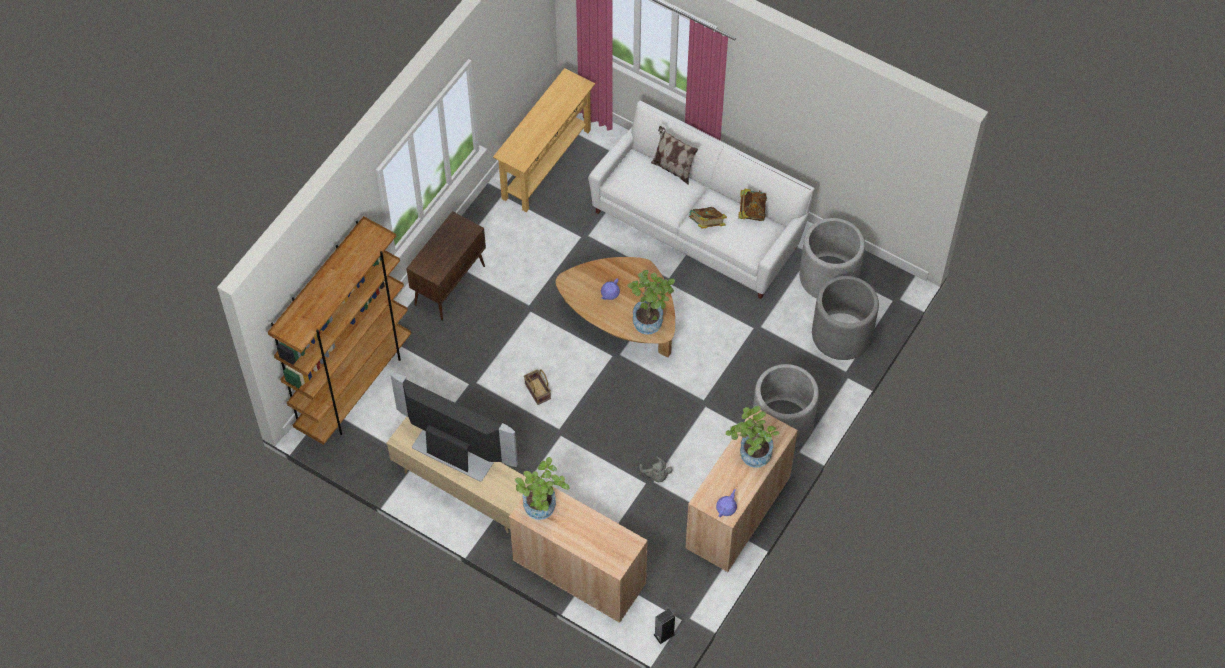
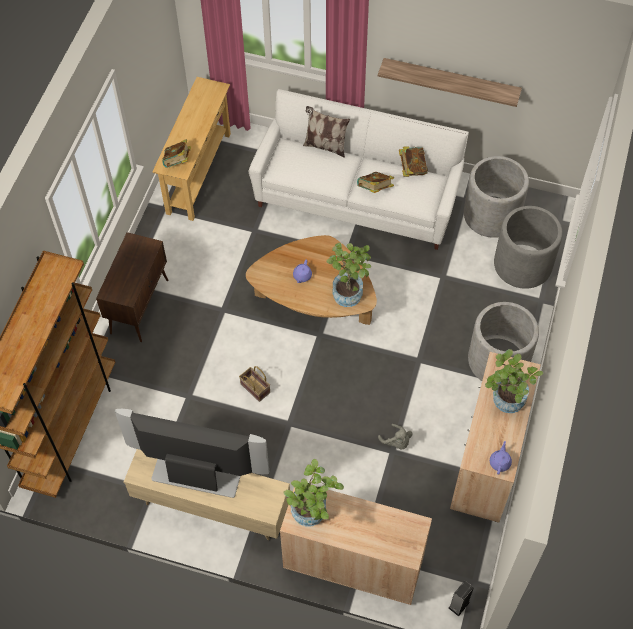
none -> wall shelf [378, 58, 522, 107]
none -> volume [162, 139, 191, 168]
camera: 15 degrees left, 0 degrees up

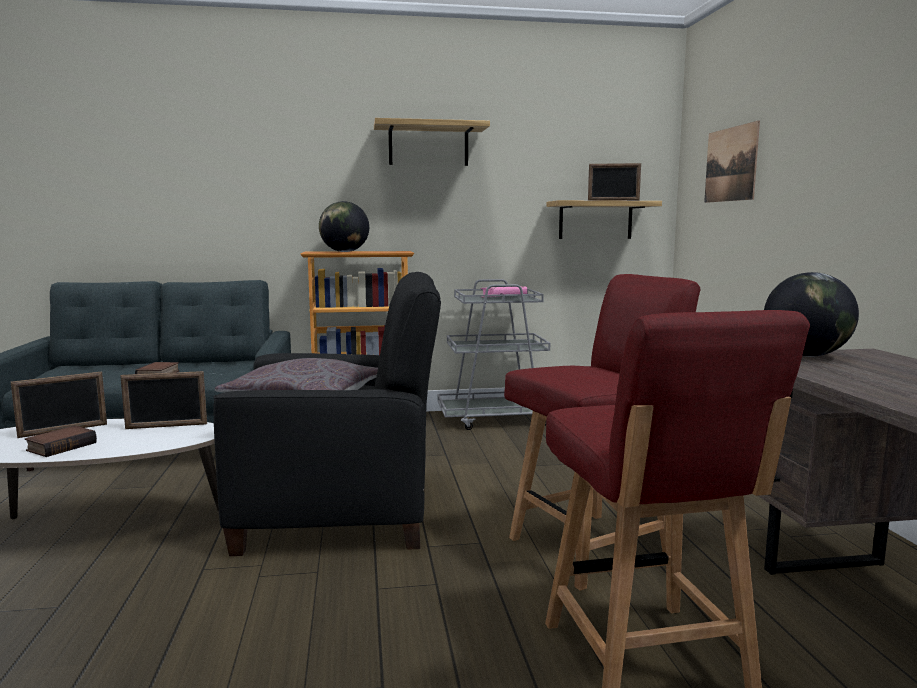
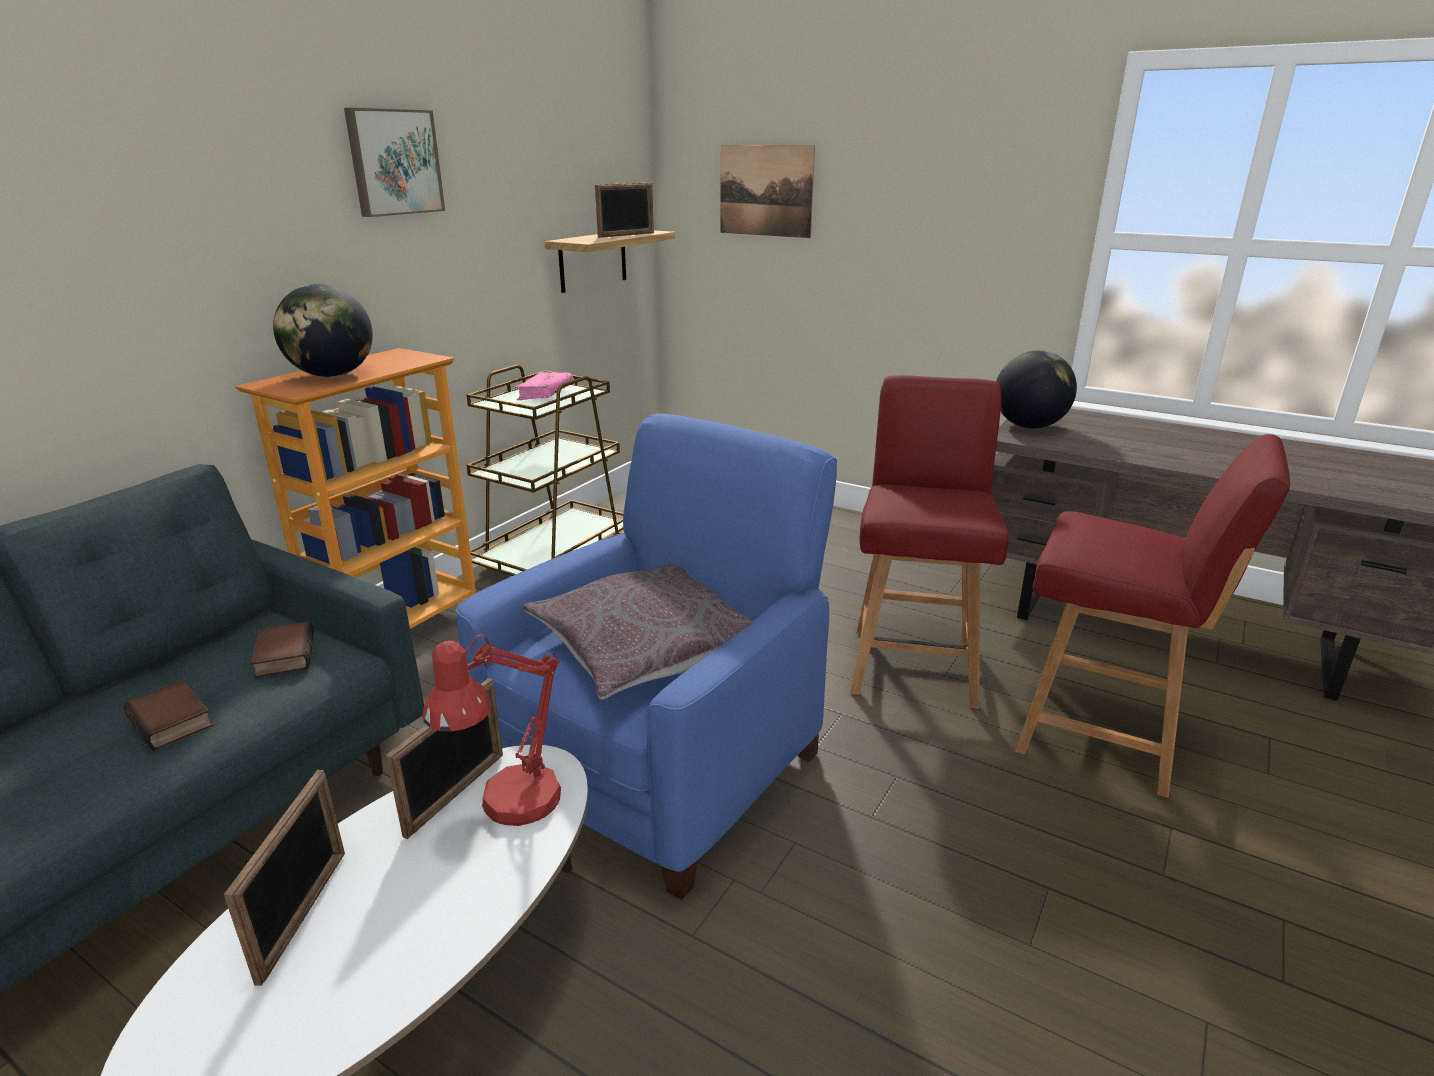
wall shelf [374, 118, 490, 166] -> picture [344, 108, 445, 217]
armchair/black-coloured [213, 272, 441, 556] -> armchair/blue-coloured [456, 414, 837, 900]
trolley/greyish [437, 279, 550, 430] -> trolley/brown [466, 365, 624, 576]
volume [25, 426, 97, 457] -> volume [251, 621, 314, 678], relocated
none -> table lamp/red-coloured [422, 634, 561, 826]
camera: 50 degrees left, 15 degrees up

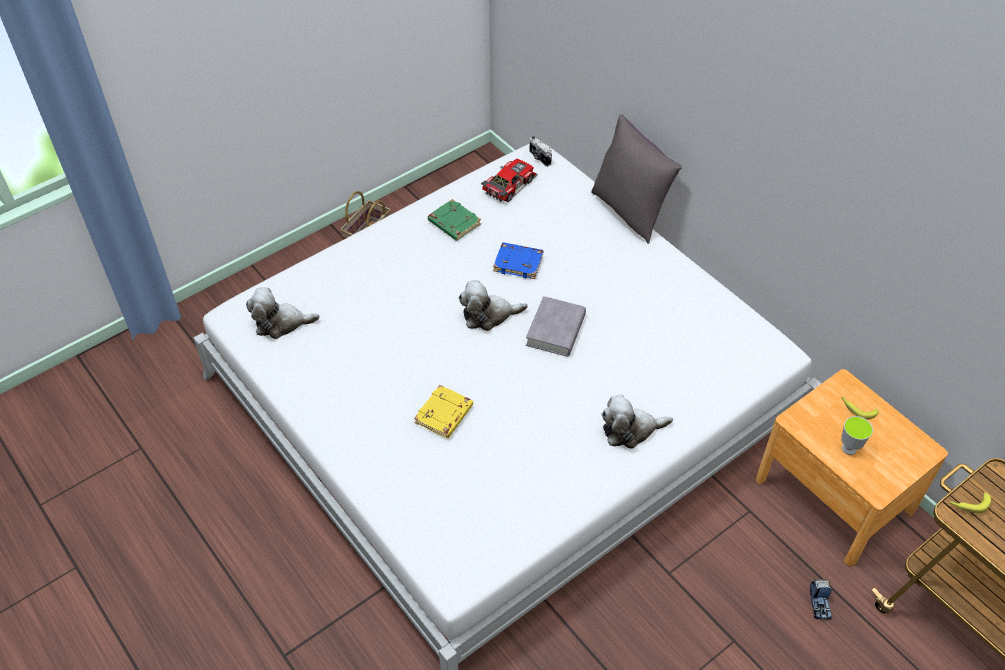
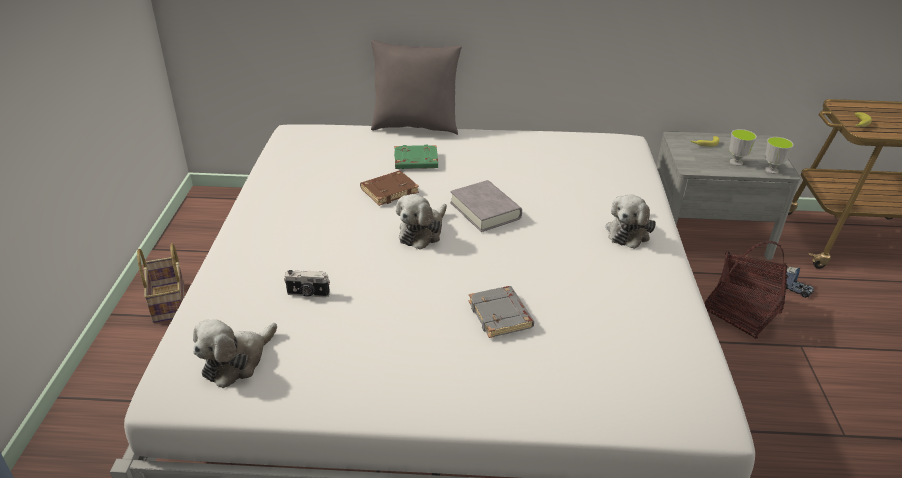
still camera [529, 136, 552, 167] -> still camera [284, 270, 330, 298], relocated
toy car [481, 159, 538, 202] -> none
volume/greenish [428, 199, 481, 241] -> volume/greenish [394, 145, 438, 169], relocated
volume/blue-coloured [493, 242, 543, 279] -> volume/brown [360, 171, 419, 206]
bedside table/brown [756, 369, 948, 566] -> bedside table/greyish [656, 131, 800, 260]
volume/yellow [414, 385, 473, 438] -> volume/greyish [468, 286, 534, 338]
none -> drinking cup [765, 137, 793, 174]
none -> storage basket [704, 241, 788, 339]
camera: 50 degrees left, 15 degrees down

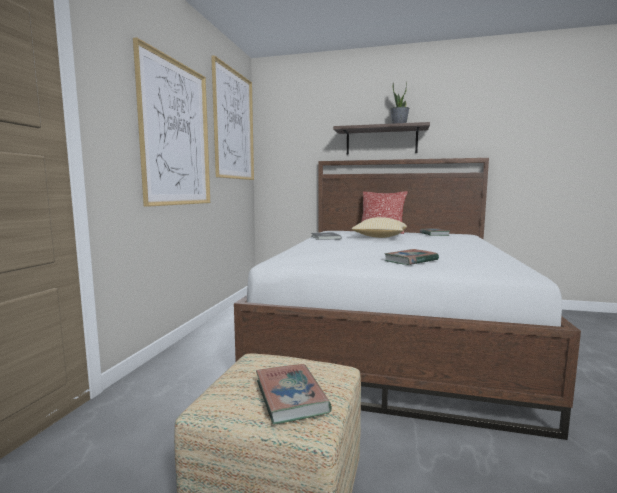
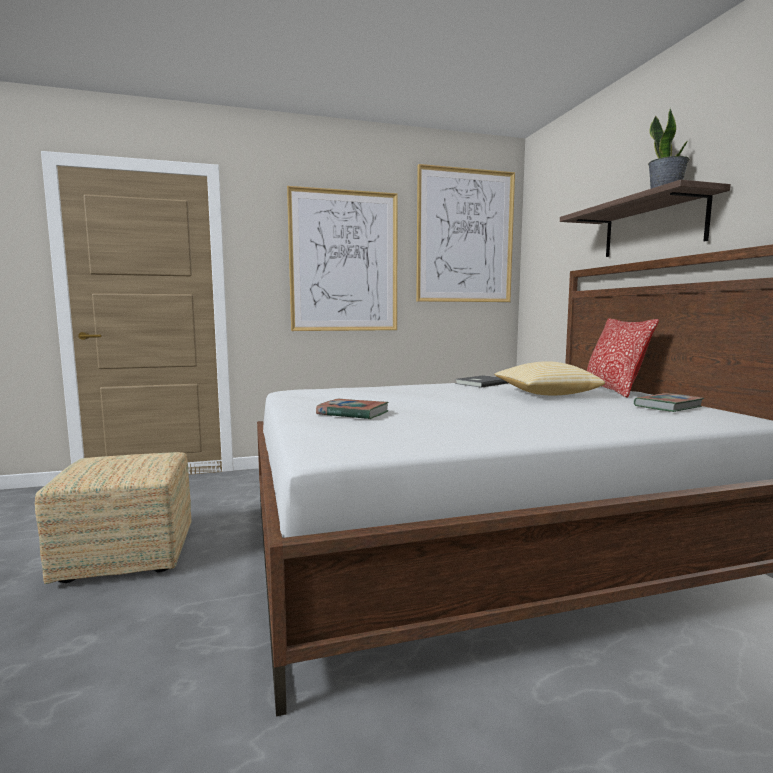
volume [256, 364, 332, 424] -> none
camera: 60 degrees right, 0 degrees up

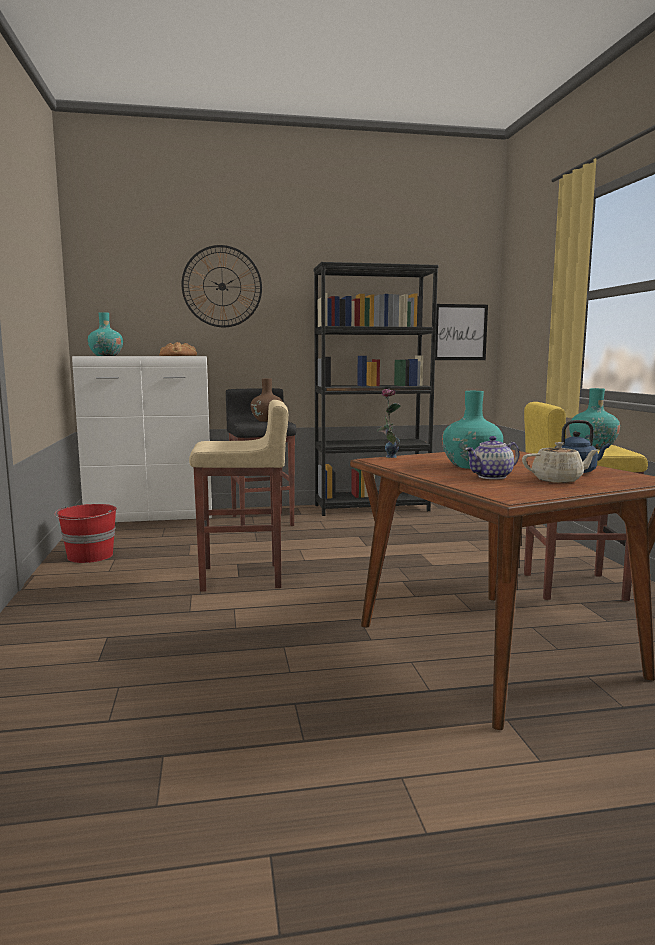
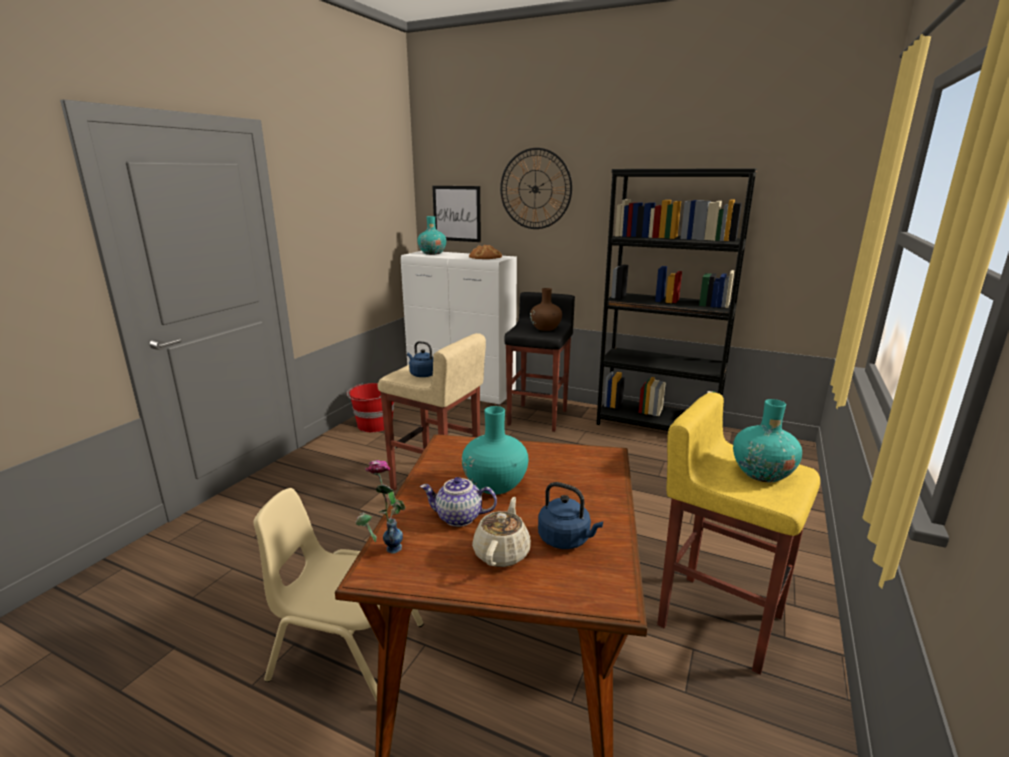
picture [435, 304, 488, 360] -> picture [432, 186, 481, 242], relocated
vase [377, 389, 401, 458] -> vase [355, 460, 405, 554], relocated
teapot/sand-coloured [522, 442, 599, 483] -> teapot/sand-coloured [472, 497, 531, 567], 105 degrees counterclockwise
none -> water kettle/blue-coloured [407, 341, 433, 377]
none -> upright chair/sand-coloured [253, 488, 424, 702]
camera: 35 degrees right, 10 degrees up

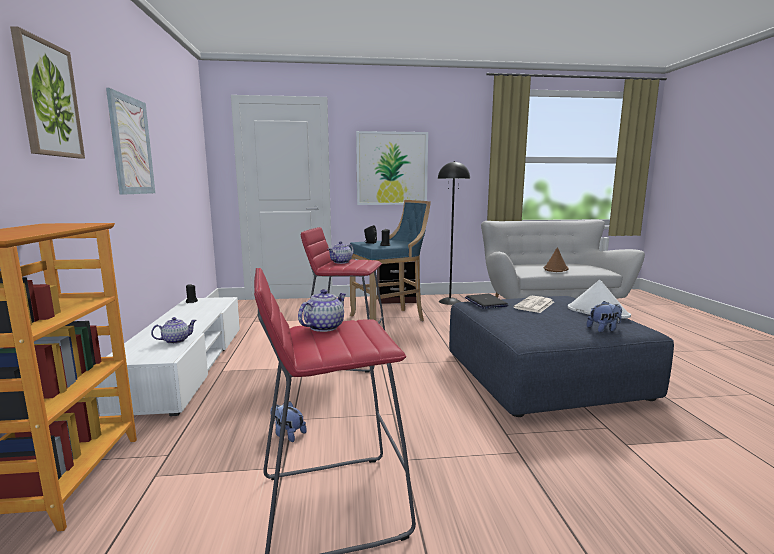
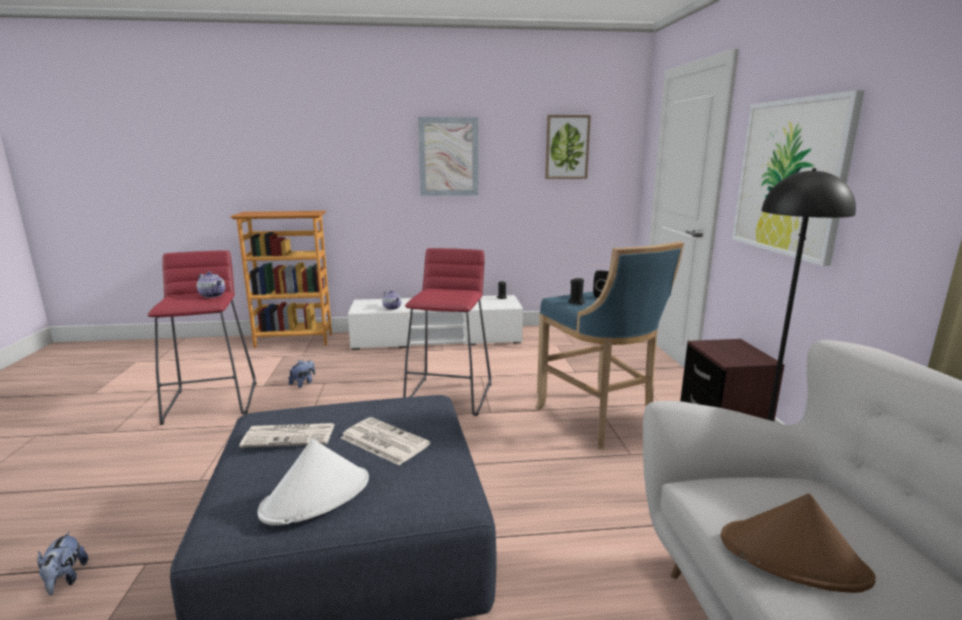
picture [10, 26, 85, 159] -> picture [545, 115, 591, 179], relocated
teapot [328, 241, 354, 264] -> none
notebook computer [465, 294, 508, 309] -> none
plush toy [587, 301, 622, 332] -> plush toy [37, 531, 88, 595], relocated
none -> newspaper [239, 423, 335, 448]
camera: 90 degrees right, 5 degrees up

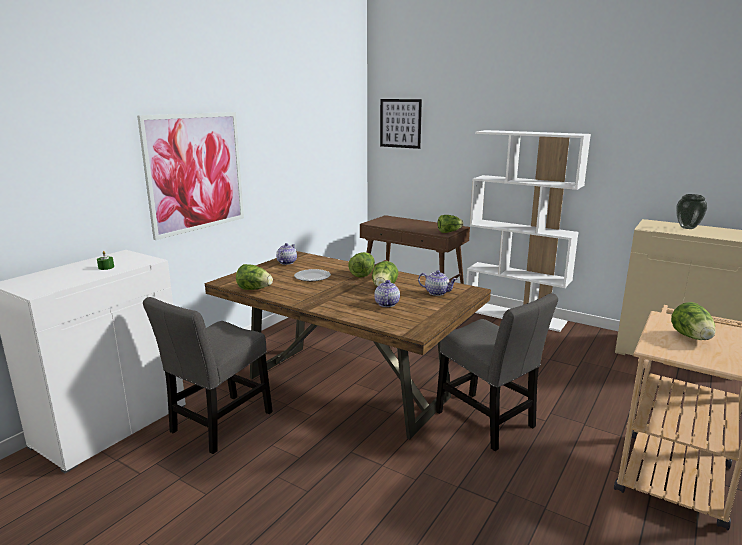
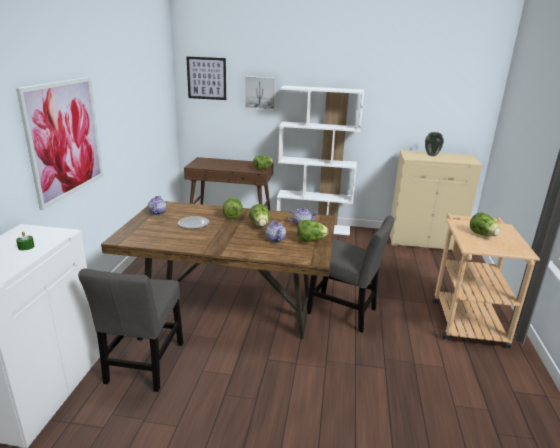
lettuce head [236, 264, 273, 290] -> lettuce head [297, 220, 328, 242], relocated
none -> picture [245, 76, 276, 110]
camera: 25 degrees left, 5 degrees up

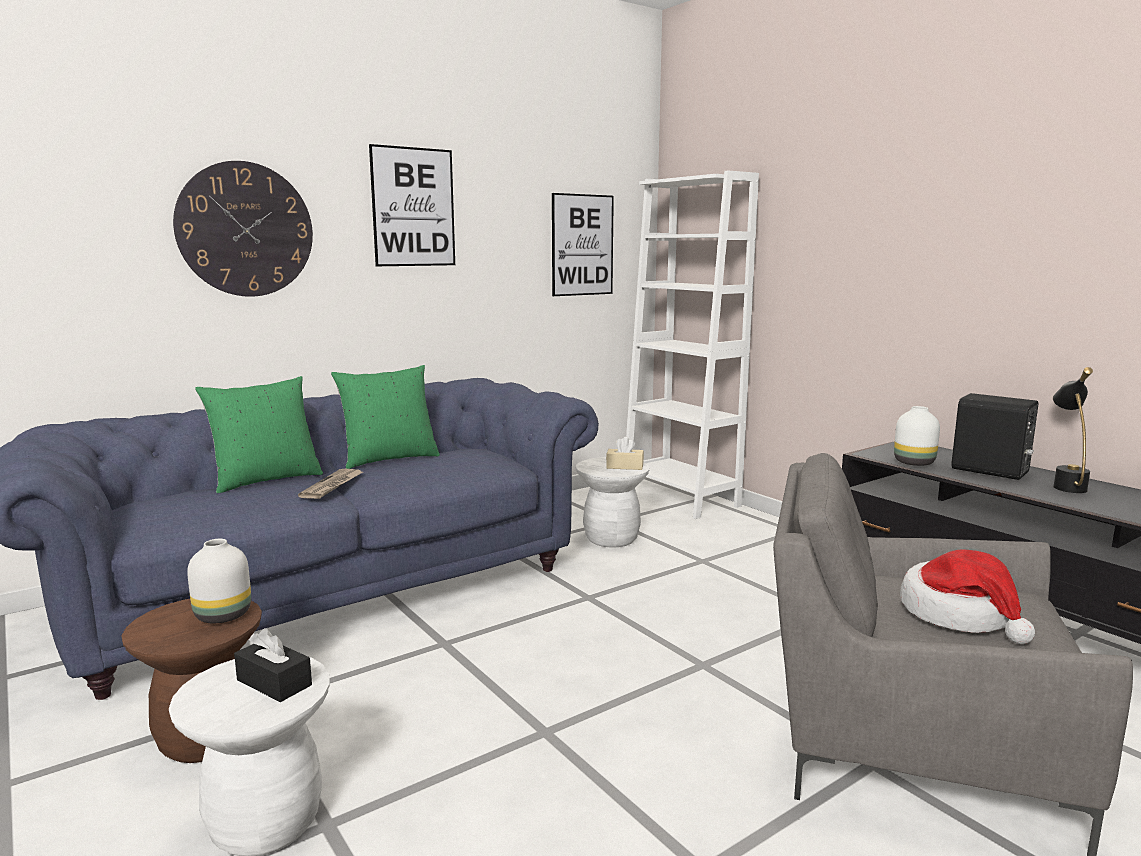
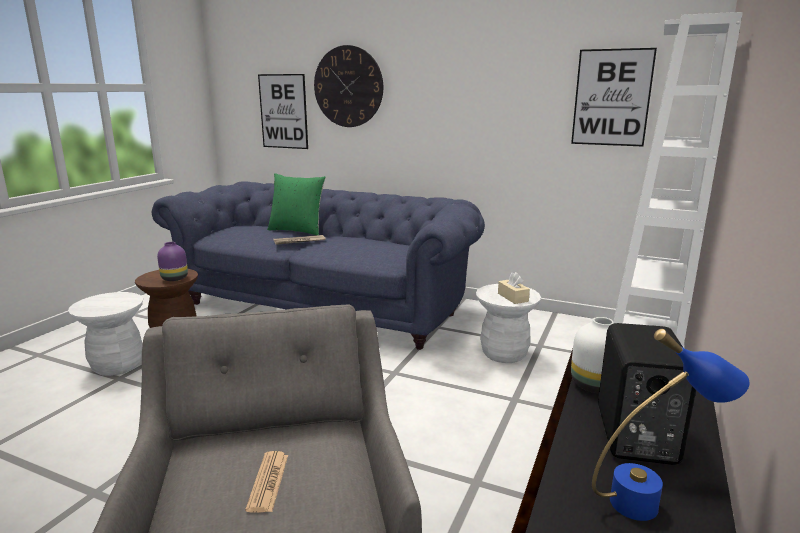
picture [369, 144, 455, 266] -> picture [258, 74, 308, 149], relocated
cushion/greenish [331, 365, 440, 469] -> none
table lamp/black-coloured [1053, 367, 1093, 493] -> table lamp/blue-coloured [592, 329, 749, 521]
vase/whitish [187, 539, 251, 623] -> vase/purple [157, 242, 188, 281]
clothing hat [900, 550, 1035, 644] -> newspaper [245, 451, 288, 513]
tissue box/black-coloured [234, 628, 312, 702] -> none
camera: 60 degrees right, 5 degrees up

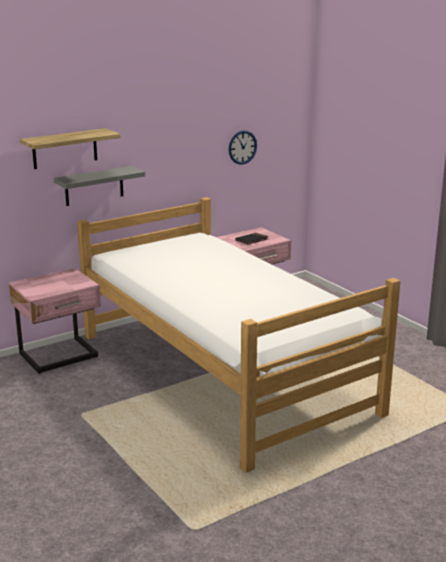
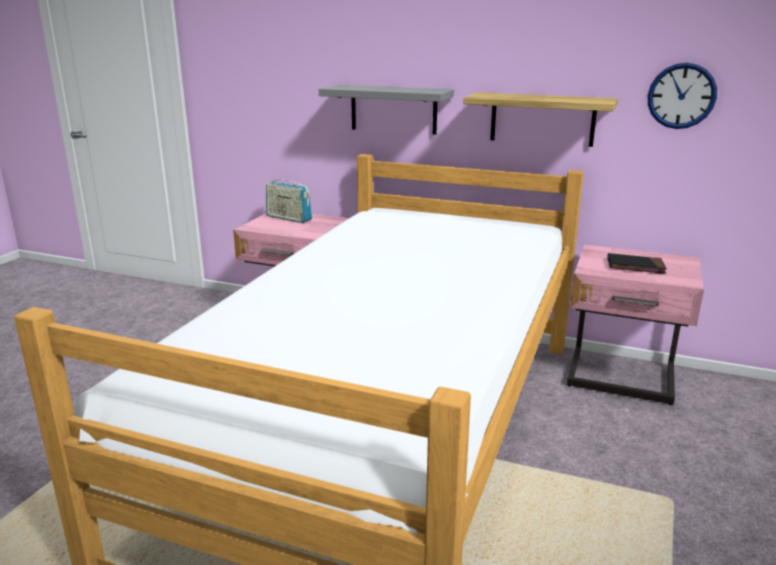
wall shelf [20, 128, 121, 169] -> wall shelf [463, 92, 618, 147], relocated
none -> radio set [266, 175, 312, 223]
camera: 55 degrees right, 0 degrees up

